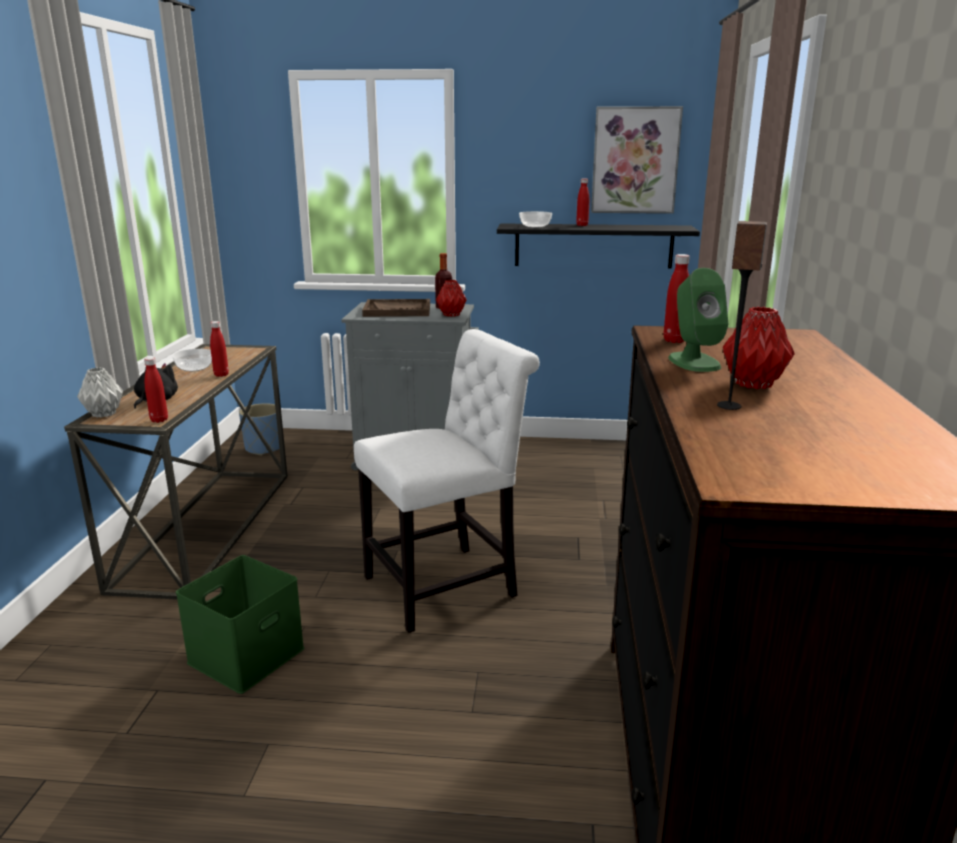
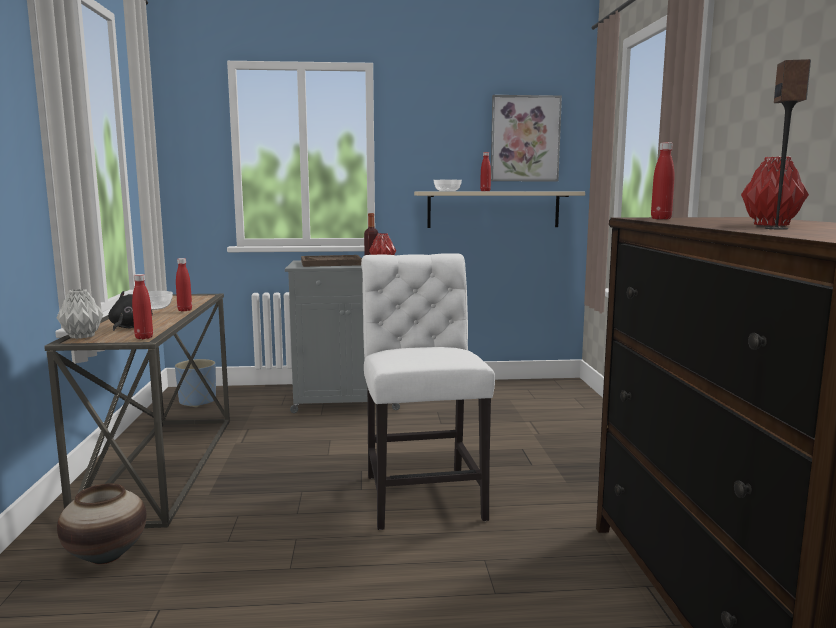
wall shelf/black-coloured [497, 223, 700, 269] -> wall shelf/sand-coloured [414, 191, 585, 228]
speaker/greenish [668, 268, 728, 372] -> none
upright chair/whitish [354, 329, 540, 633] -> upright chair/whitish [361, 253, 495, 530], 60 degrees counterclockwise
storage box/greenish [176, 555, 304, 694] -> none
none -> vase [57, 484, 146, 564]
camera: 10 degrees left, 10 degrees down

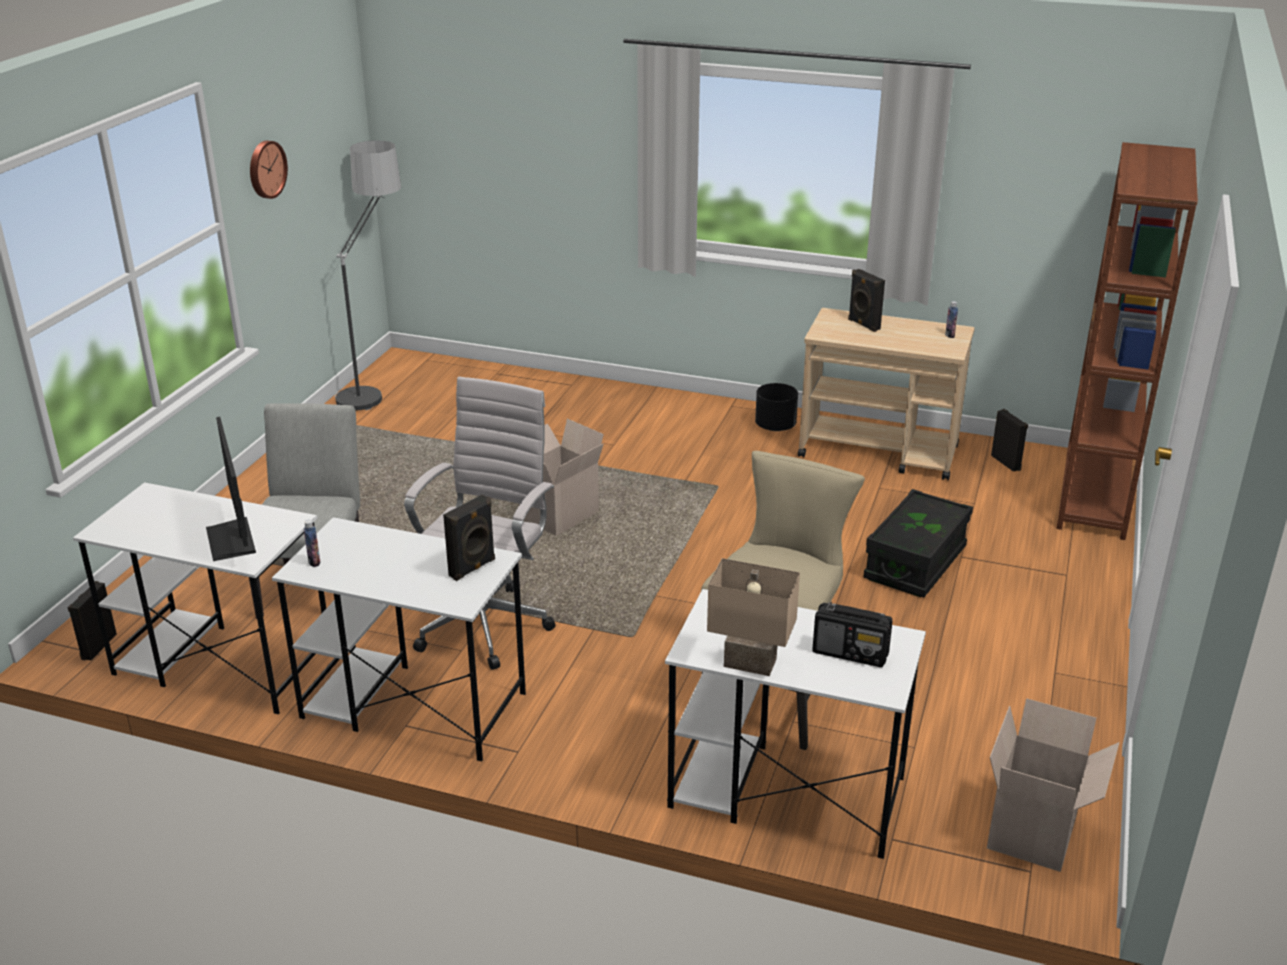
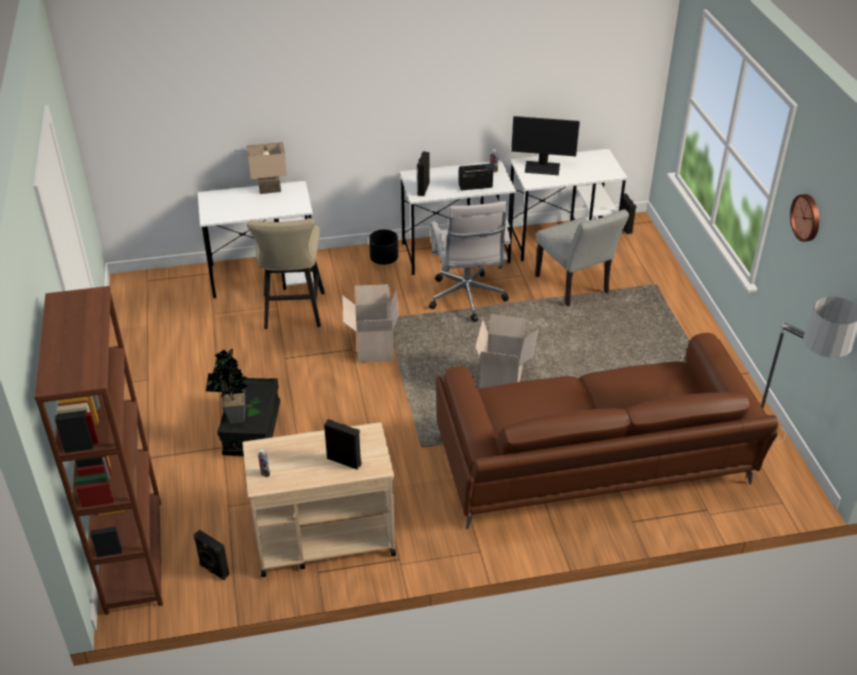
flower pot/black-coloured [755, 383, 798, 431] -> flower pot/black-coloured [369, 229, 398, 265], relocated
monitor [206, 417, 256, 561] -> monitor [511, 116, 580, 175], 150 degrees clockwise
radio set [812, 602, 892, 667] -> radio set [458, 164, 493, 190], relocated
carton [987, 698, 1119, 872] -> carton [342, 284, 399, 363], relocated
none -> couch/brown [436, 333, 778, 529]
none -> potted plant [206, 348, 248, 424]
camera: 150 degrees right, 10 degrees up

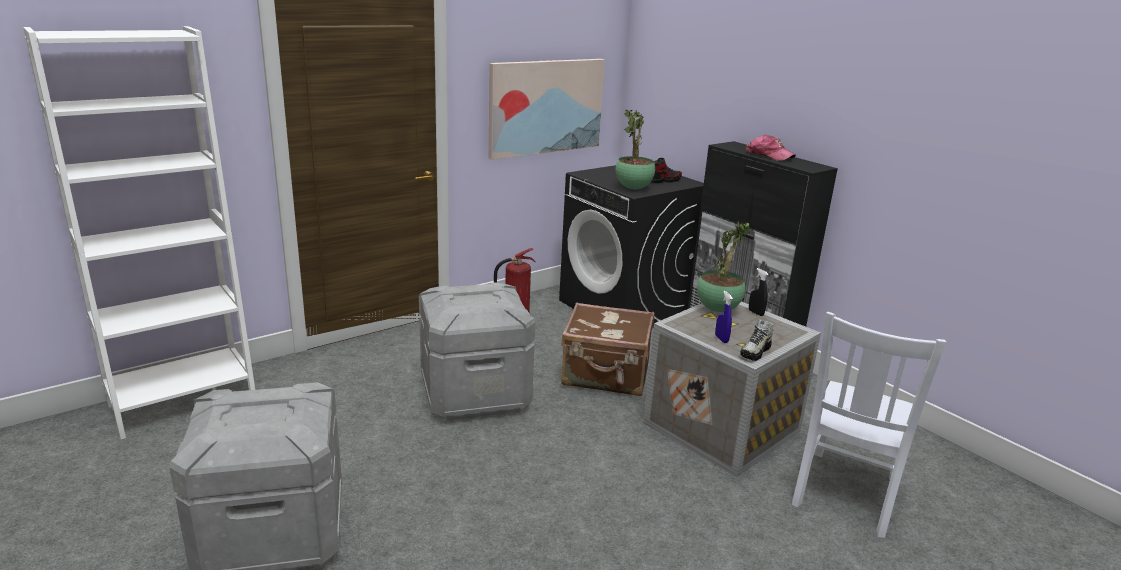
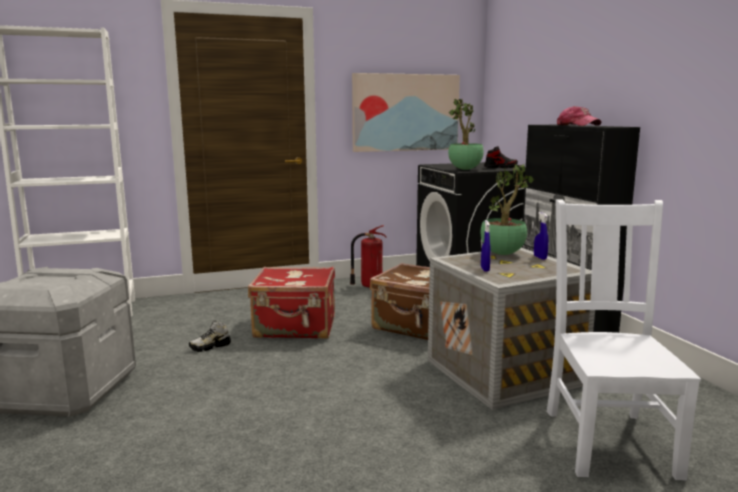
hand sprayer/black-coloured [749, 268, 769, 316] -> hand sprayer/blue-coloured [534, 212, 548, 260]
storage box/greyish [419, 282, 535, 421] -> piece of luggage/red-coloured [248, 267, 335, 339]
upright chair/whitish [792, 312, 946, 538] -> upright chair/whitish [547, 199, 701, 480], 135 degrees clockwise
shoe [740, 319, 773, 361] -> shoe [189, 320, 231, 352], relocated
camera: 20 degrees right, 10 degrees down

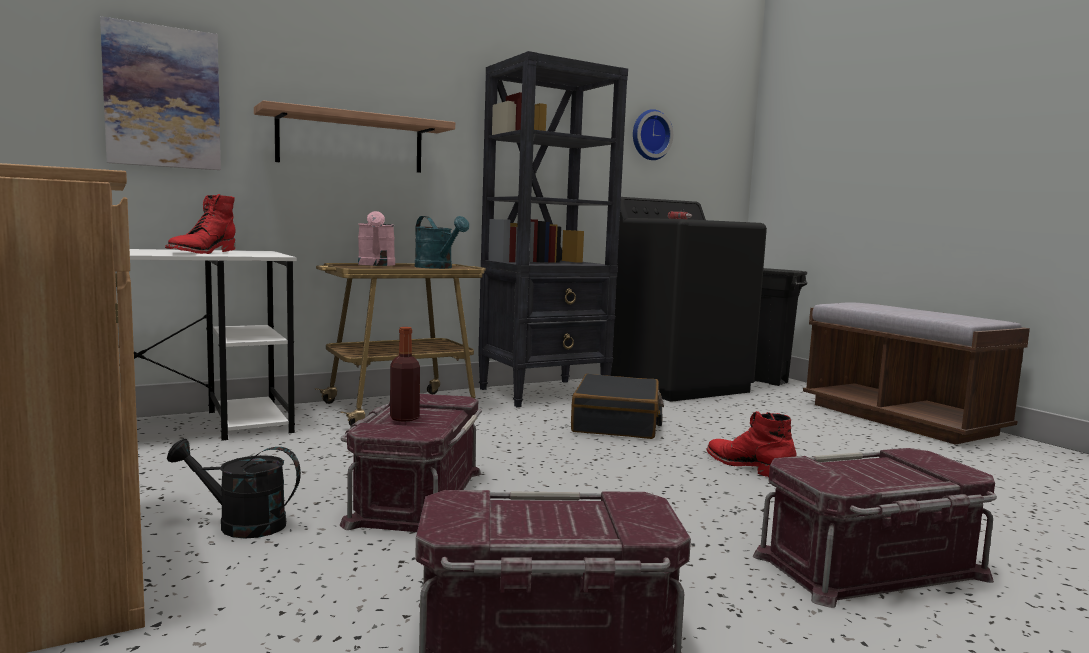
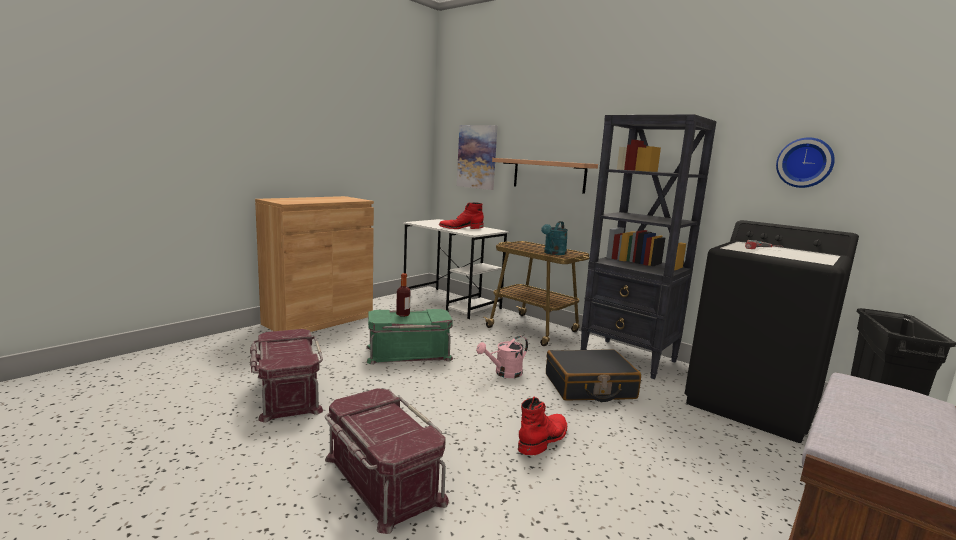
watering can/pink-coloured [358, 211, 395, 266] -> watering can/pink-coloured [476, 336, 528, 378], relocated
storage box/red-coloured [340, 394, 482, 532] -> storage box/greenish [366, 309, 453, 364]
watering can/black-coloured [167, 439, 301, 538] -> none
camera: 70 degrees right, 5 degrees up

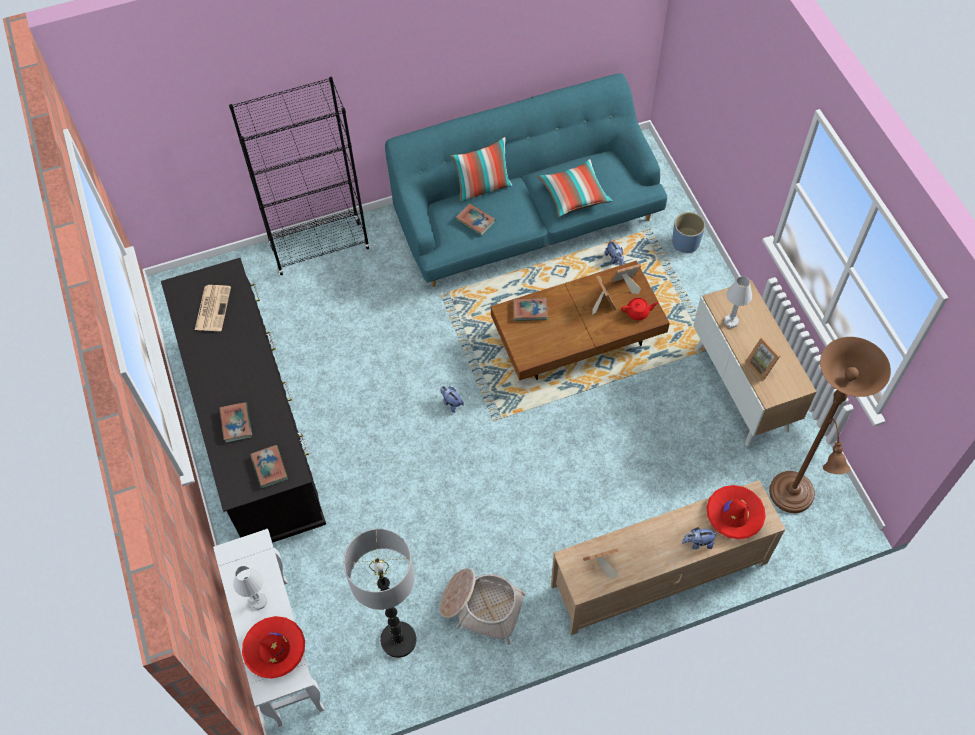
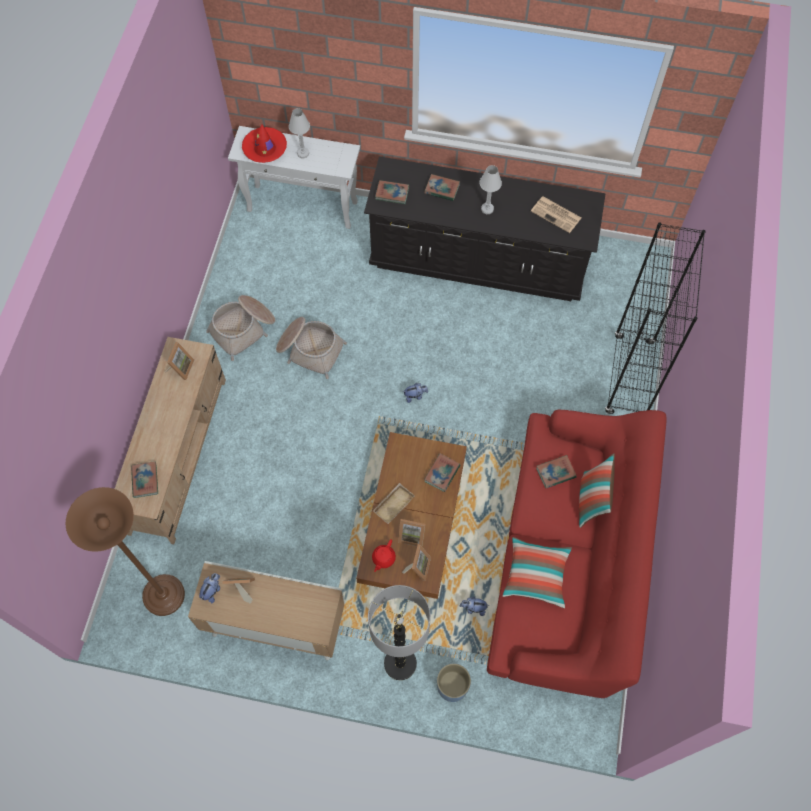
couch/blue-green [385, 73, 667, 287] -> couch/red-coloured [487, 410, 666, 698]
table lamp/whitish [724, 276, 752, 328] -> table lamp/whitish [479, 165, 502, 214], relocated
clothing hat/red-coloured [707, 485, 766, 539] -> volume [131, 461, 158, 498]
plush toy [682, 527, 718, 549] -> plush toy [199, 573, 220, 604], relocated
standard lamp [343, 529, 416, 658] -> standard lamp [368, 585, 431, 680], relocated
none -> storage basket [276, 317, 347, 379]
none -> tray/sand-coloured [373, 483, 415, 524]
camera: 120 degrees right, 5 degrees up

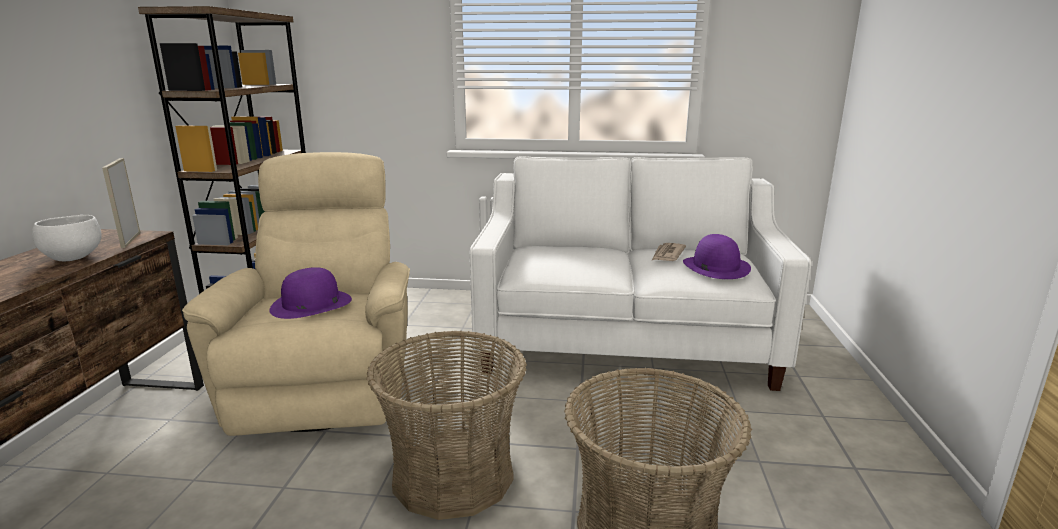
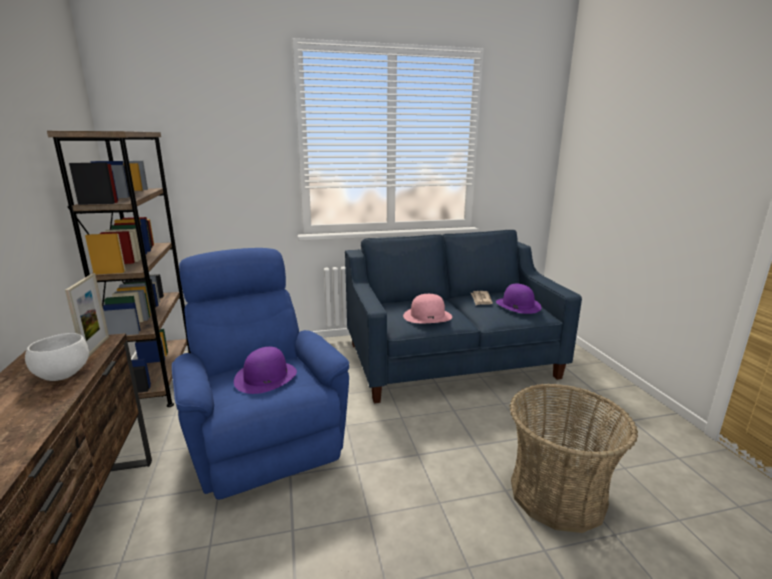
armchair/sand-coloured [182, 152, 410, 436] -> armchair/blue-coloured [172, 248, 349, 500]
couch/whitish [470, 156, 811, 391] -> couch/blue-coloured [345, 230, 582, 403]
standing frame [102, 158, 140, 248] -> standing frame [65, 273, 109, 356], 150 degrees counterclockwise
storage basket [366, 330, 527, 520] -> none
none -> clothing hat/pink-coloured [403, 294, 452, 323]
camera: 20 degrees left, 0 degrees up

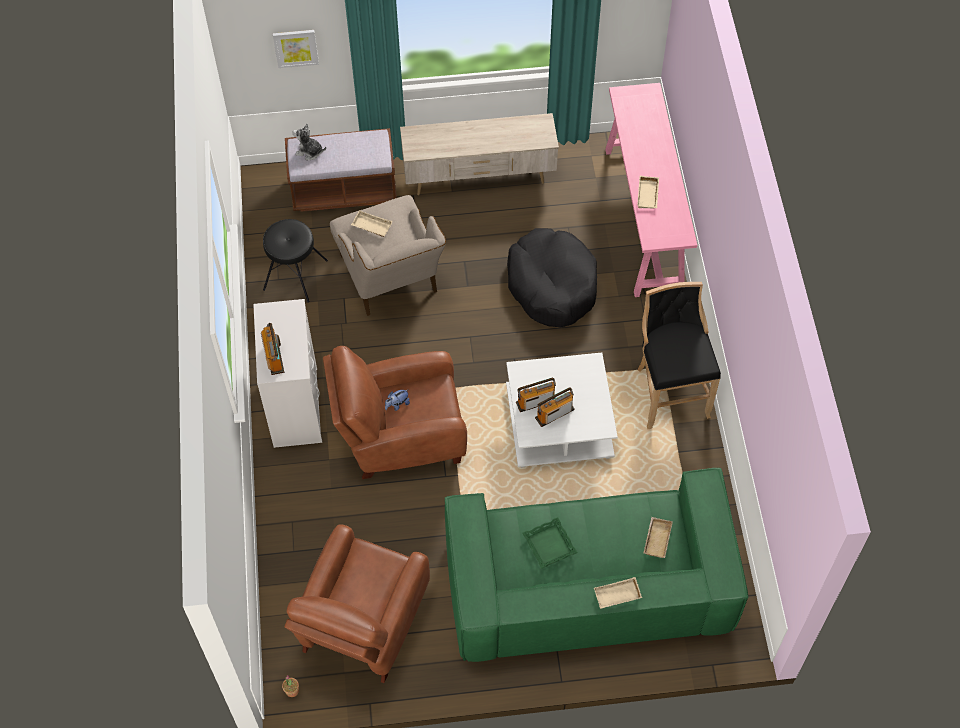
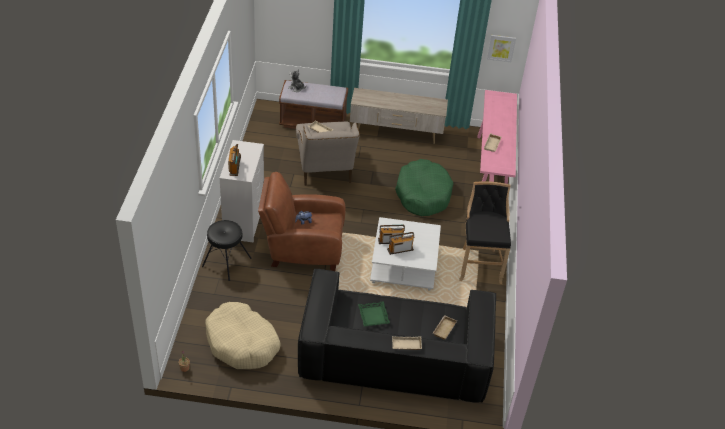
picture [273, 30, 319, 68] -> picture [487, 35, 516, 62], relocated
stool seat/black-coloured [263, 219, 328, 303] -> stool seat/black-coloured [202, 220, 252, 281], relocated
dog cushion/black-coloured [507, 228, 597, 328] -> dog cushion/greenish [395, 159, 453, 216]
couch/greenish [445, 468, 749, 662] -> couch/black-coloured [298, 269, 496, 403]
armchair/brown [284, 525, 430, 683] -> dog cushion/sand-coloured [205, 302, 281, 369]
camera: 10 degrees right, 15 degrees down

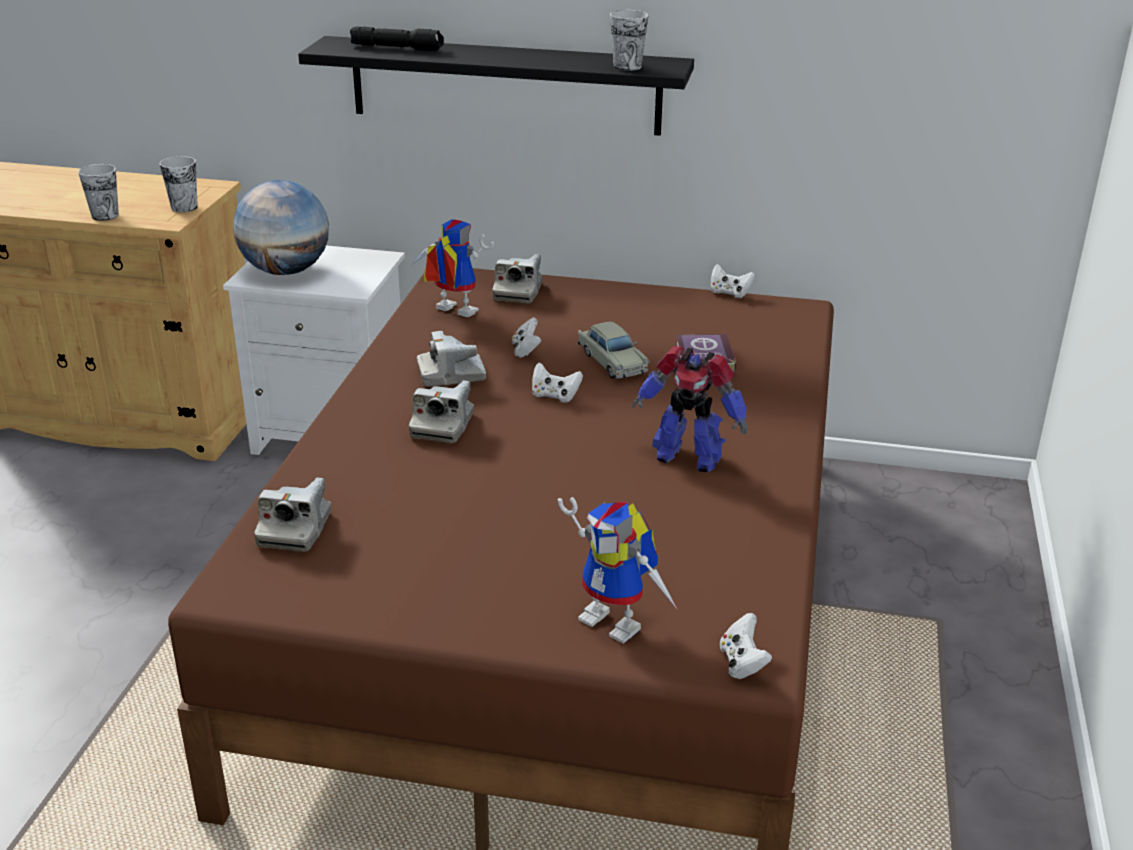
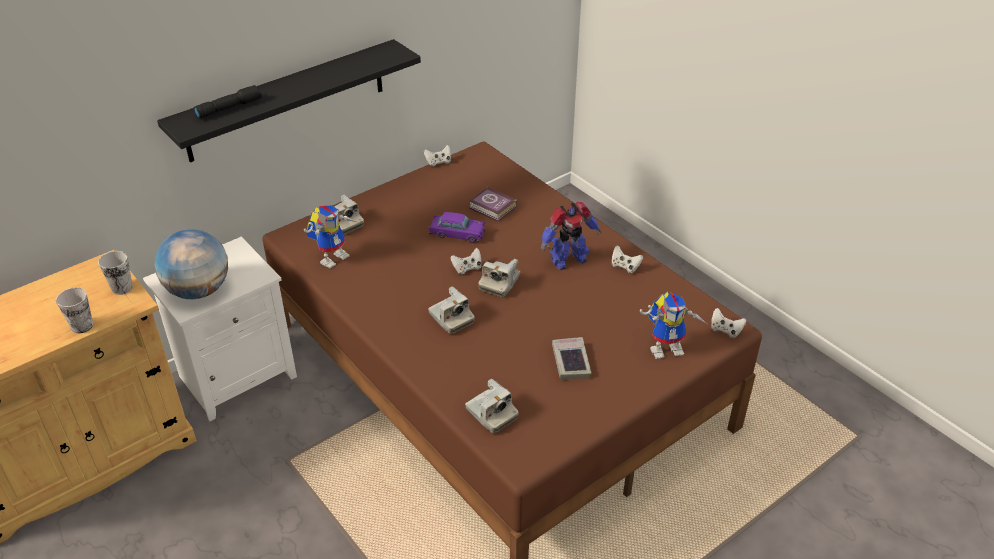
drinking cup [610, 10, 648, 71] -> none
model robot [413, 219, 494, 317] -> model robot [304, 205, 356, 268], 150 degrees clockwise
gamepad/whitish [512, 317, 542, 358] -> gamepad/whitish [611, 245, 643, 273], relocated
toy car/sand-coloured [578, 321, 650, 379] -> toy car/purple [428, 212, 485, 243]
still camera [417, 331, 486, 387] -> still camera [478, 259, 520, 297], relocated
none -> volume [552, 337, 592, 379]
camera: 50 degrees left, 10 degrees up

